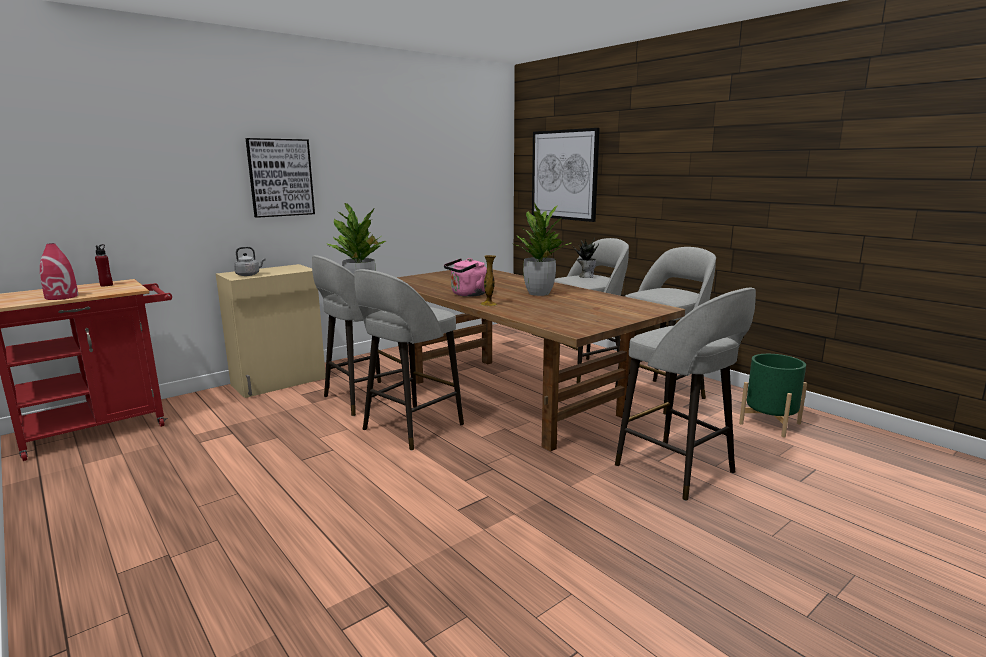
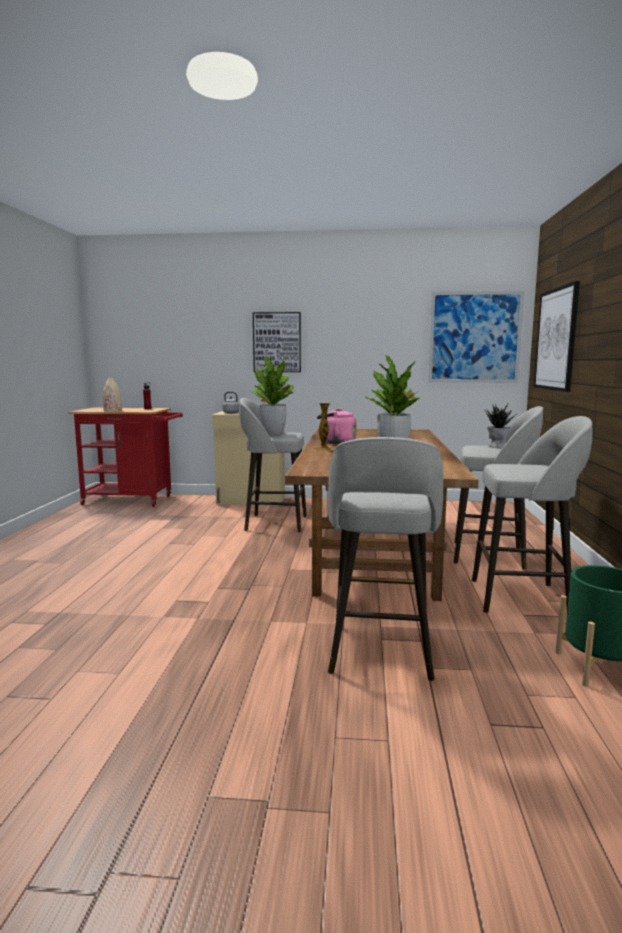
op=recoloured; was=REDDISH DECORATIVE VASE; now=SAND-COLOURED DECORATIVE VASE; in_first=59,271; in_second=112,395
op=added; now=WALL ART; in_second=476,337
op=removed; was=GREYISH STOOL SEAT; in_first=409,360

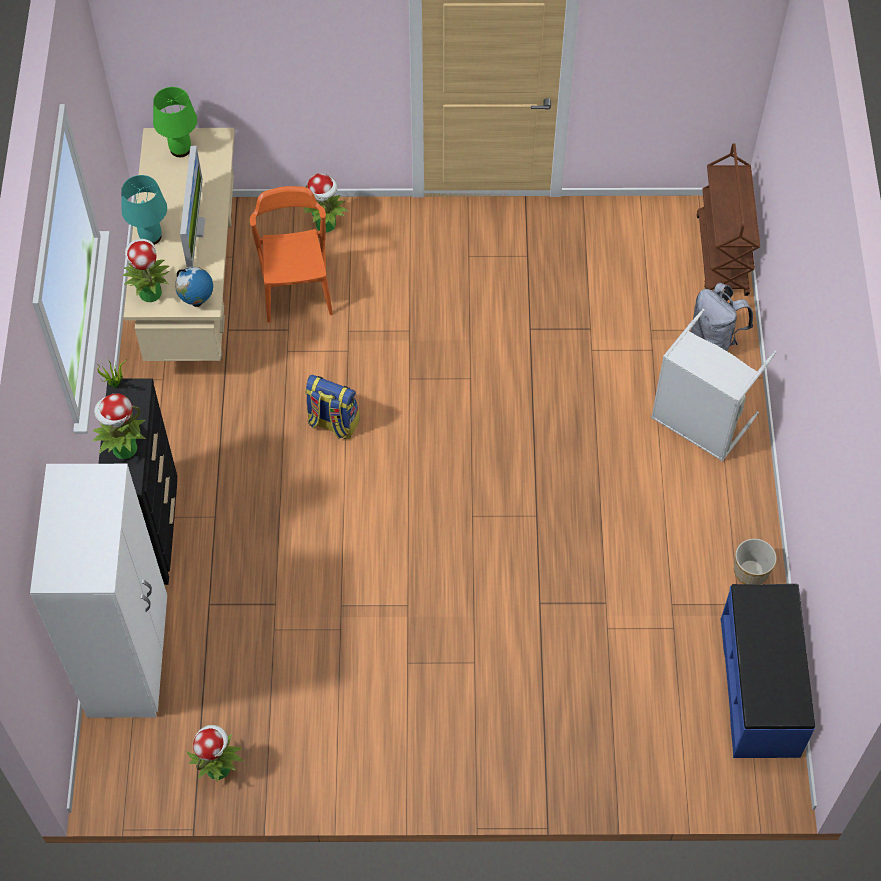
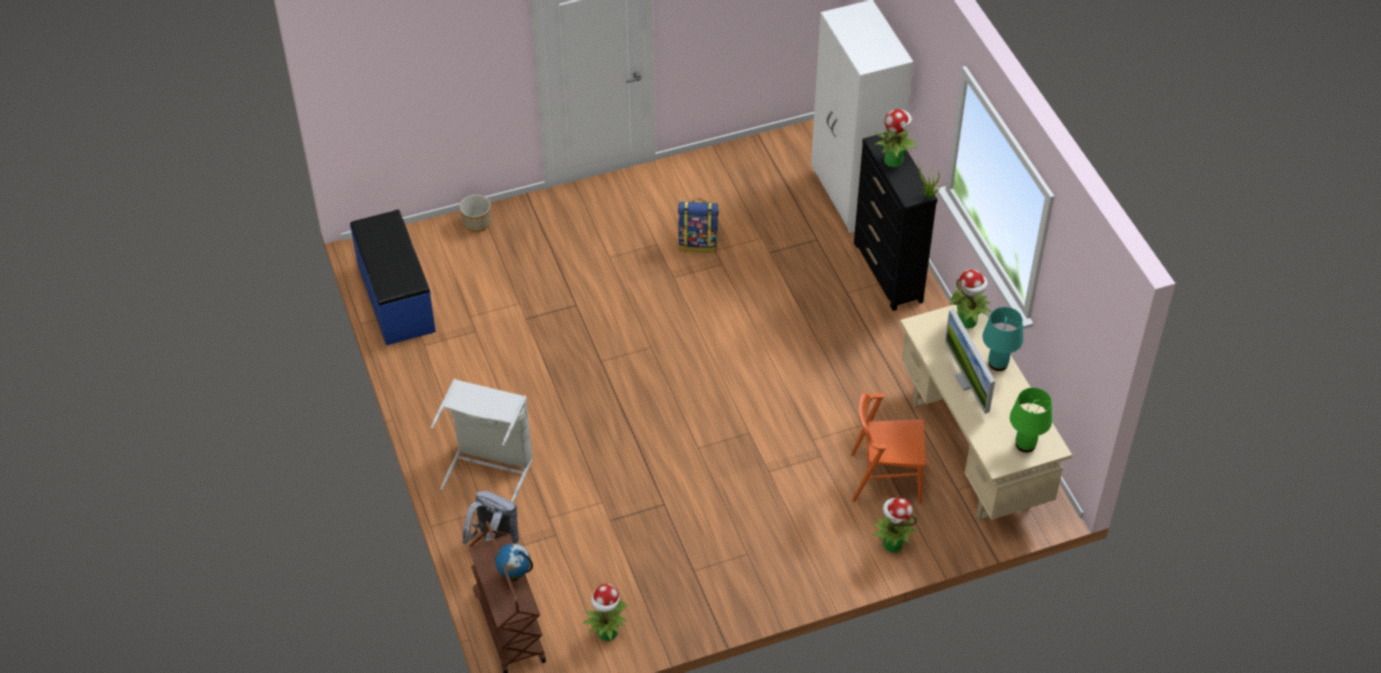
op=moved; was=FLOWER POT; in_first=755,561; in_second=475,213
op=moved; was=WORLD GLOBE; in_first=194,287; in_second=514,562
op=moved; was=PLANT IN A POT; in_first=214,754; in_second=605,612
op=moved; was=BACKPACK; in_first=332,407; in_second=698,225
op=turned; was=ORANGE CHAIR; in_first=291,254; in_second=888,448; clockwise=120

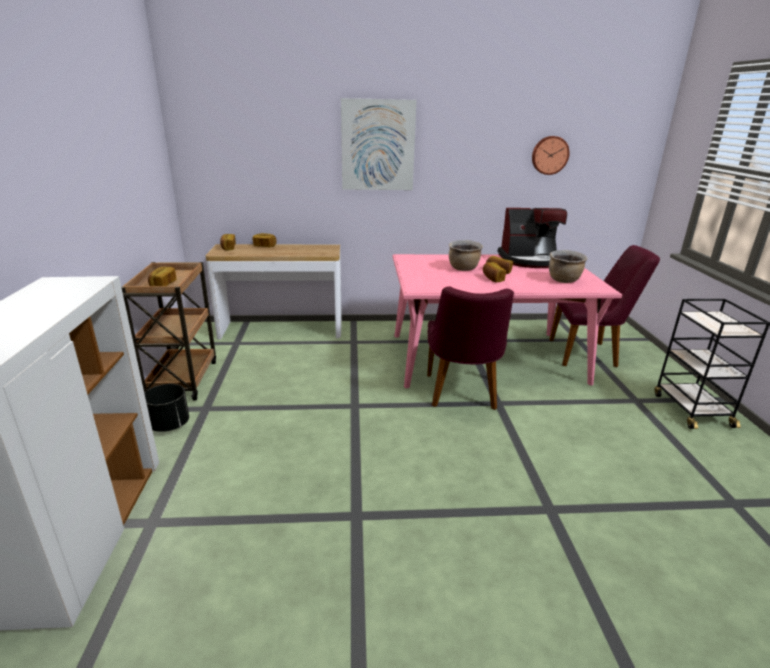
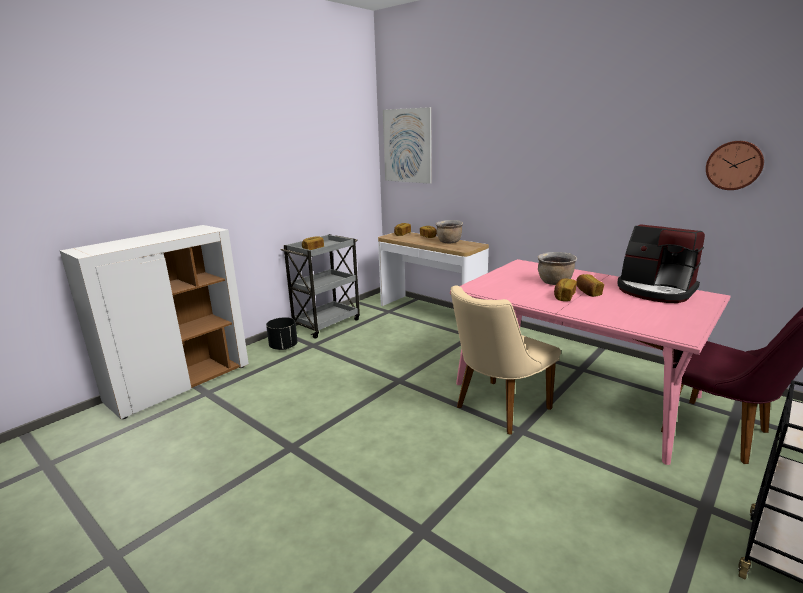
op=recoloured; was=BROWN-COLOURED TROLLEY; now=GREYISH TROLLEY; in_first=168,331; in_second=320,286
op=moved; was=WALL ART; in_first=378,144; in_second=407,145
op=moved; was=BROWN-COLOURED SAUCEPOT; in_first=568,266; in_second=449,231
op=recoloured; was=PURPLE CHAIR; now=SAND-COLOURED CHAIR; in_first=470,348; in_second=506,360

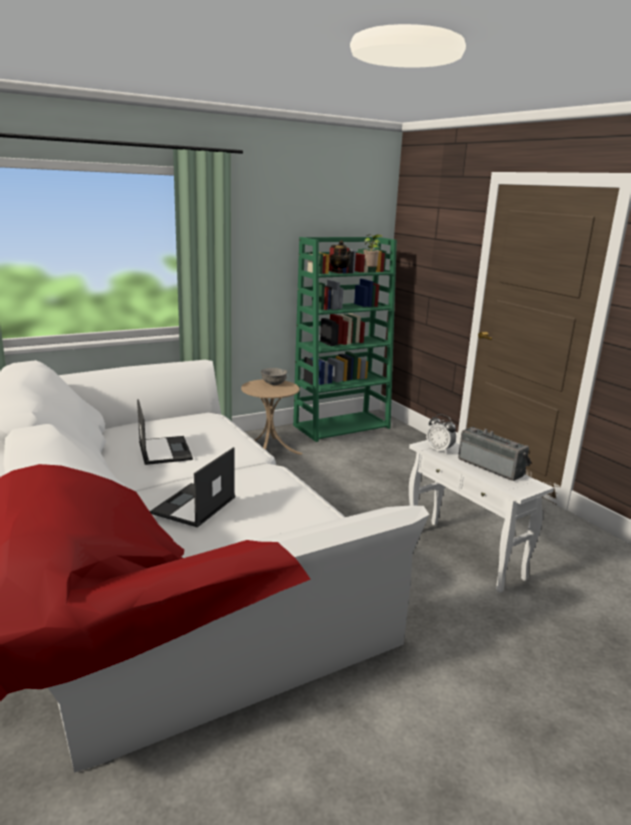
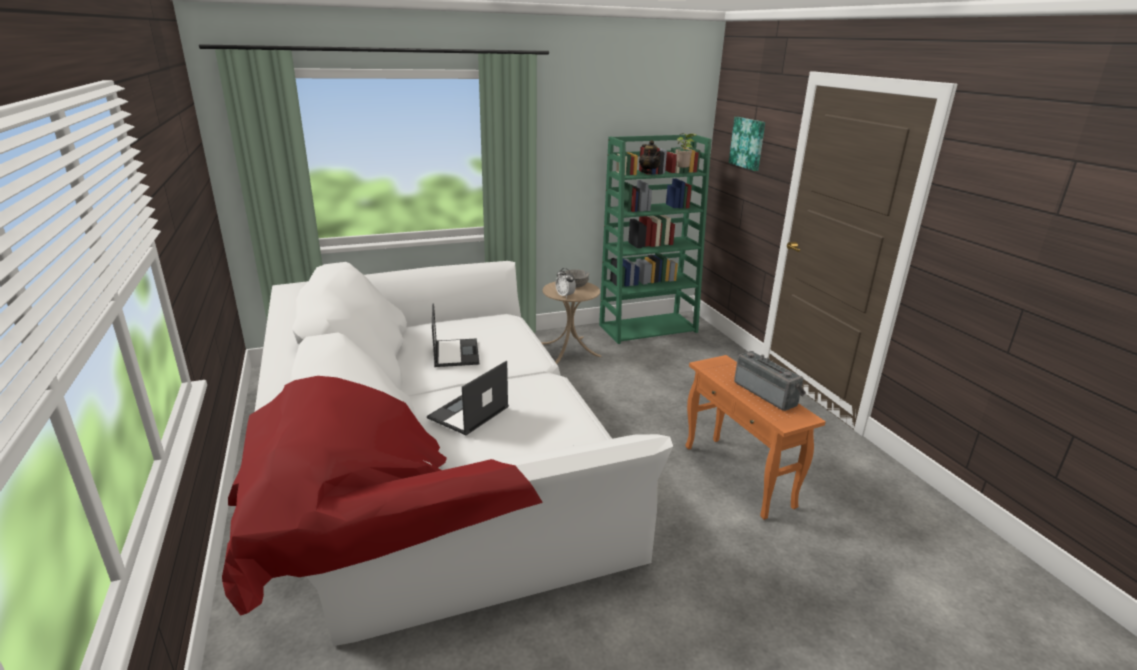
op=moved; was=ALARM CLOCK; in_first=441,434; in_second=565,283
op=recoloured; was=WHITE ACCENT TABLE; now=ORANGE ACCENT TABLE; in_first=481,516; in_second=755,437
op=added; now=WALL ART; in_second=747,144

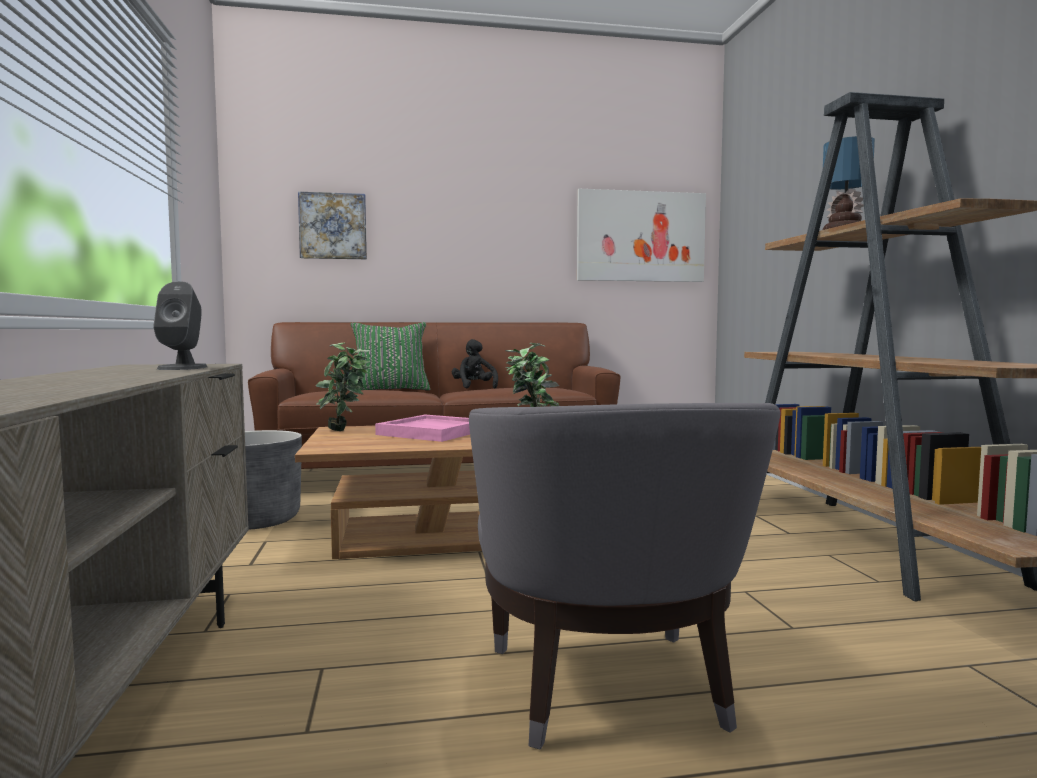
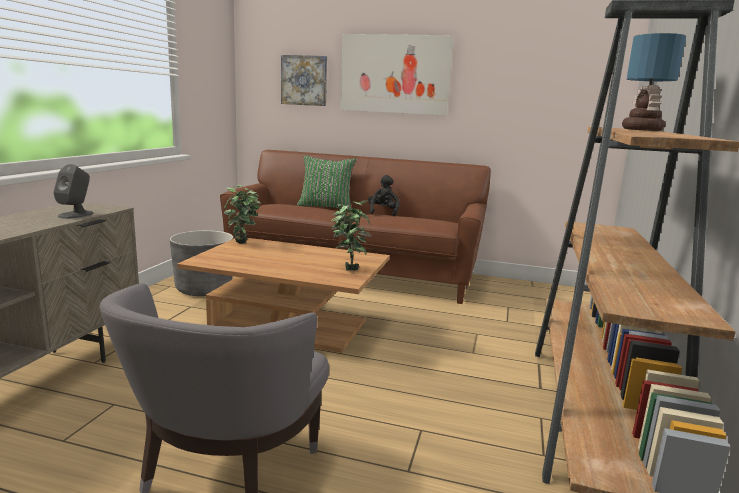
op=moved; was=WALL ART; in_first=641,235; in_second=397,74
op=removed; was=PINK-COLOURED CARRYING TRAY; in_first=422,428

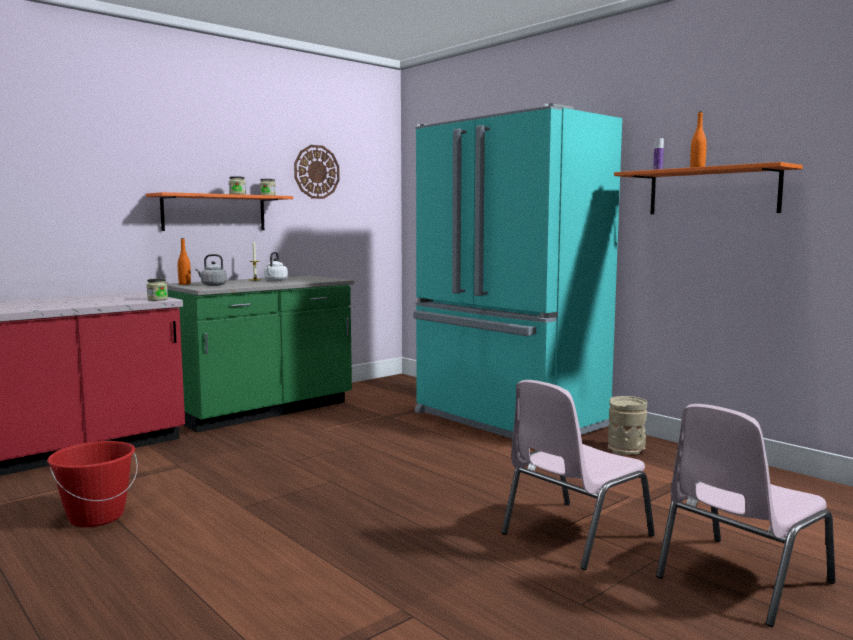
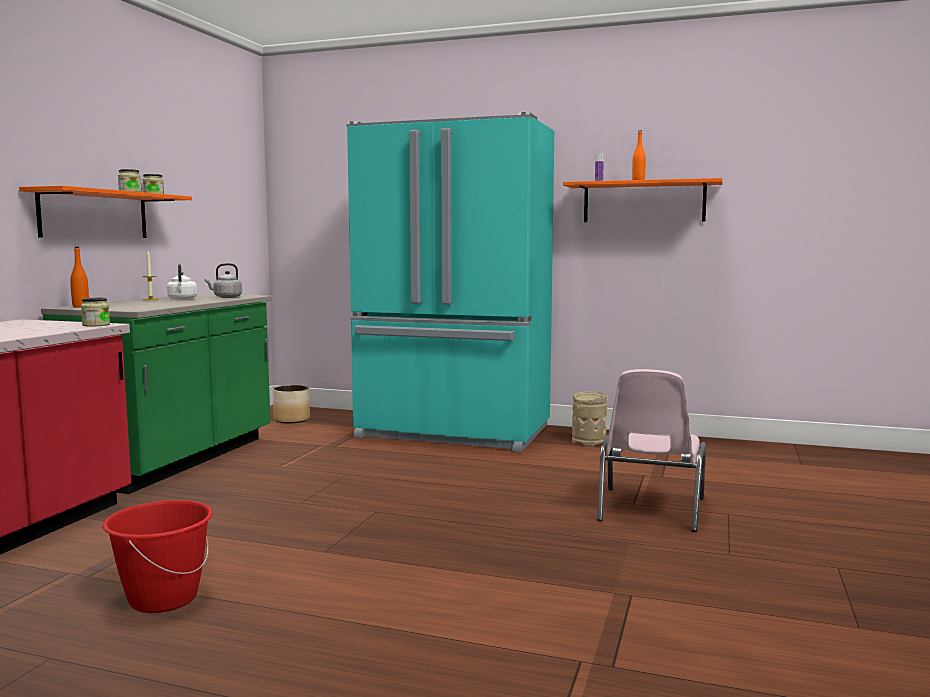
op=moved; was=GREYISH TEA KETTLE; in_first=211,270; in_second=223,280
op=added; now=FLOWER POT; in_second=291,404
op=removed; was=HANGING CLOCK; in_first=317,172
op=removed; was=PINK-COLOURED CHAIR; in_first=745,515

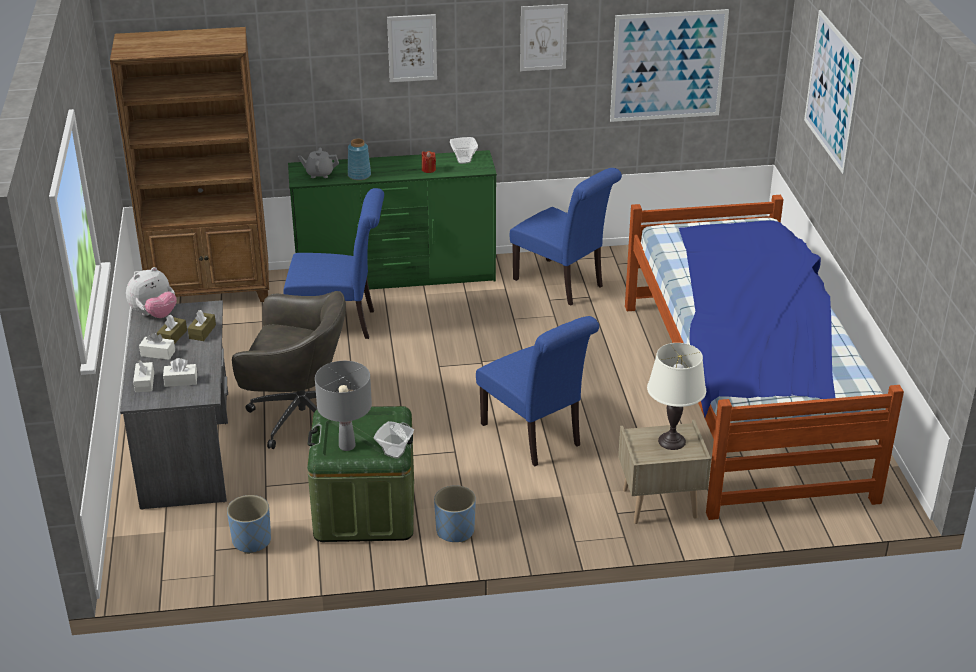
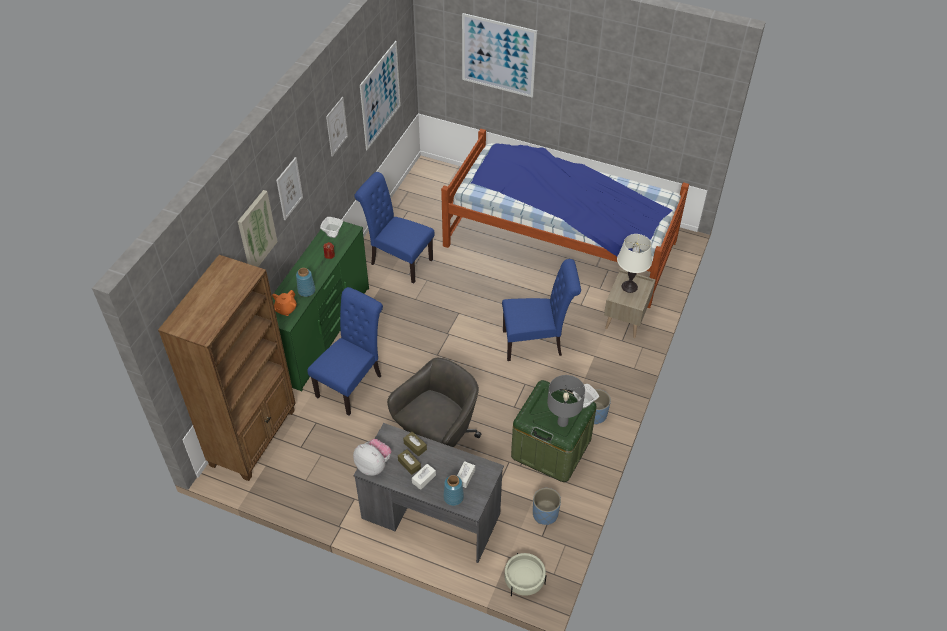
op=added; now=WALL ART; in_second=258,228
op=recoloured; was=GREYISH TEA POT; now=ORANGE TEA POT; in_first=318,163; in_second=284,303
op=turned; was=CUDDLY TOY; in_first=151,292; in_second=372,457; clockwise=-45
op=turned; was=BLUE CHAIR; in_first=566,237; in_second=394,227; clockwise=-135
op=replaced; was=WHITE TISSUE BOX; now=BLUE DECORATIVE VASE; in_first=143,376; in_second=453,490
op=added; now=SAND-COLOURED FLOWER POT; in_second=526,574

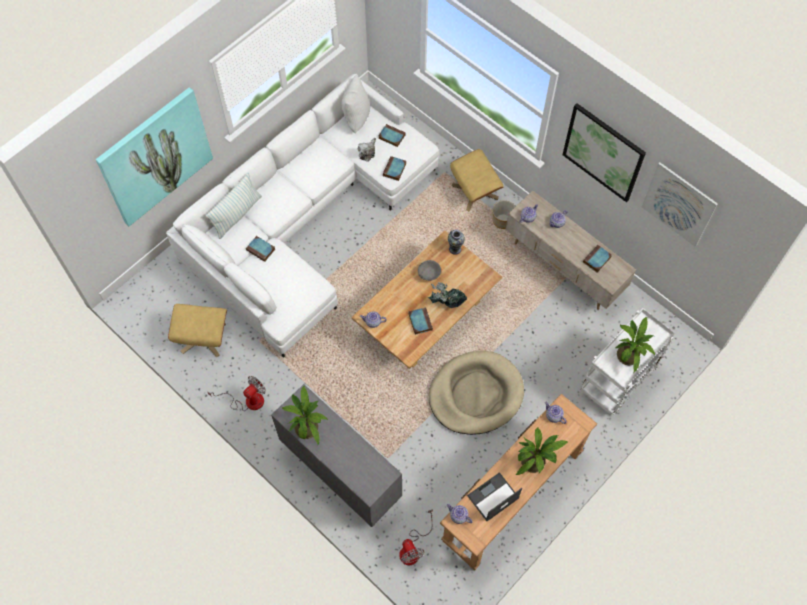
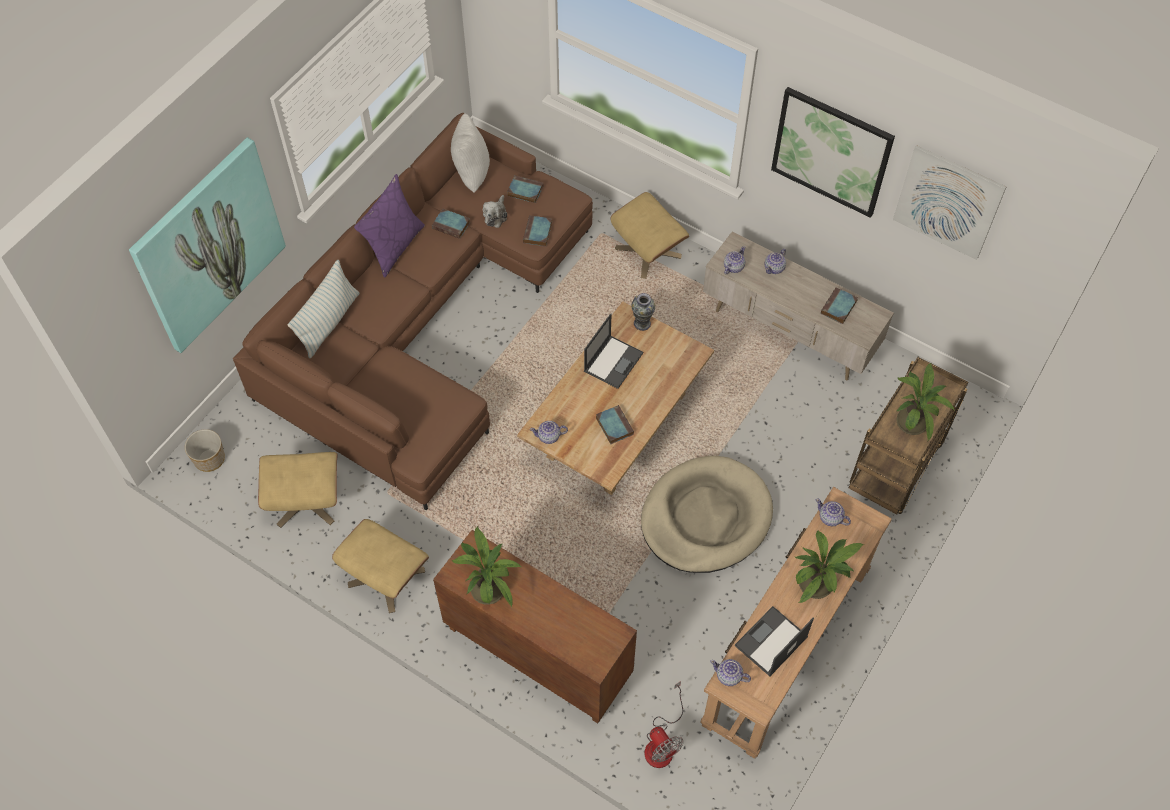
op=moved; was=FLOWER POT; in_first=503,214; in_second=205,450
op=recoloured; was=WHITE SOFA; now=BROWN-COLOURED SOFA; in_first=302,215; in_second=413,311
op=replaced; was=FAN; now=SAND-COLOURED POUFFE; in_first=237,393; in_second=380,566
op=added; now=PURPLE CUSHION; in_second=389,226
op=moved; was=BOOK; in_first=260,249; in_second=451,224
op=recoloured; was=GREYISH STORAGE CABINET; now=BROWN-COLOURED STORAGE CABINET; in_first=336,455; in_second=535,626
op=replaced; was=GREYISH BOWL; now=LAPTOP; in_first=429,270; in_second=613,351
op=recoloured; was=WHITE TROLLEY; now=BROWN-COLOURED TROLLEY; in_first=627,361; in_second=909,436
op=removed; was=PLANT IN A POT; in_first=447,295

